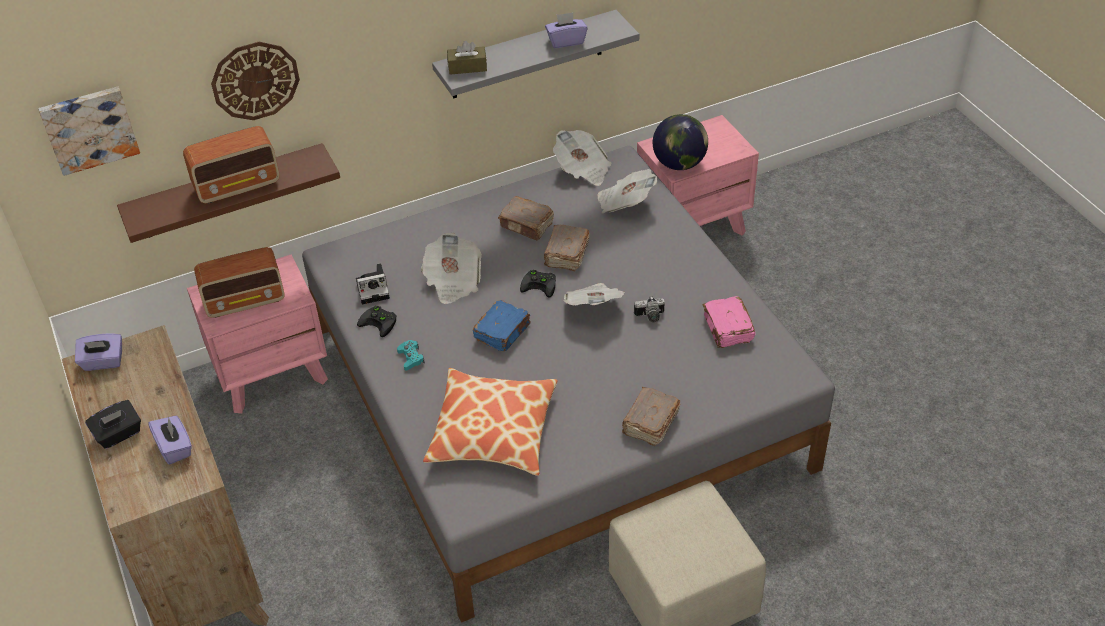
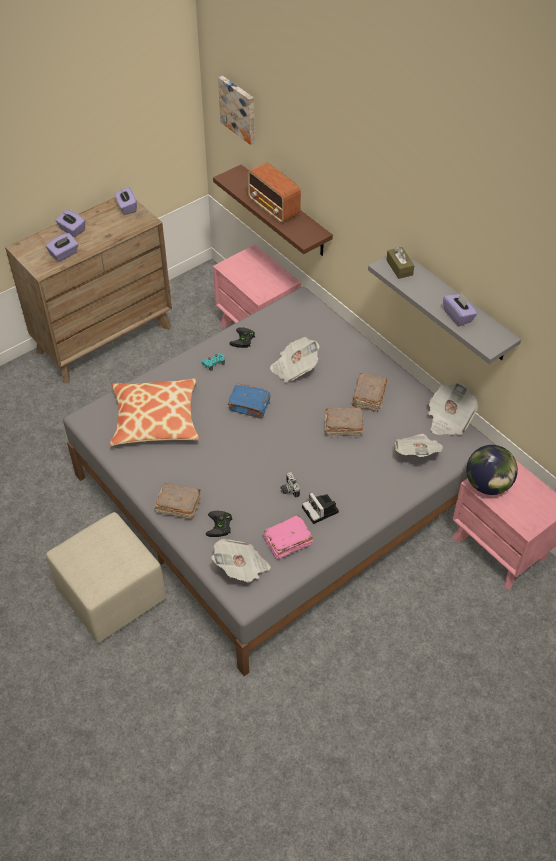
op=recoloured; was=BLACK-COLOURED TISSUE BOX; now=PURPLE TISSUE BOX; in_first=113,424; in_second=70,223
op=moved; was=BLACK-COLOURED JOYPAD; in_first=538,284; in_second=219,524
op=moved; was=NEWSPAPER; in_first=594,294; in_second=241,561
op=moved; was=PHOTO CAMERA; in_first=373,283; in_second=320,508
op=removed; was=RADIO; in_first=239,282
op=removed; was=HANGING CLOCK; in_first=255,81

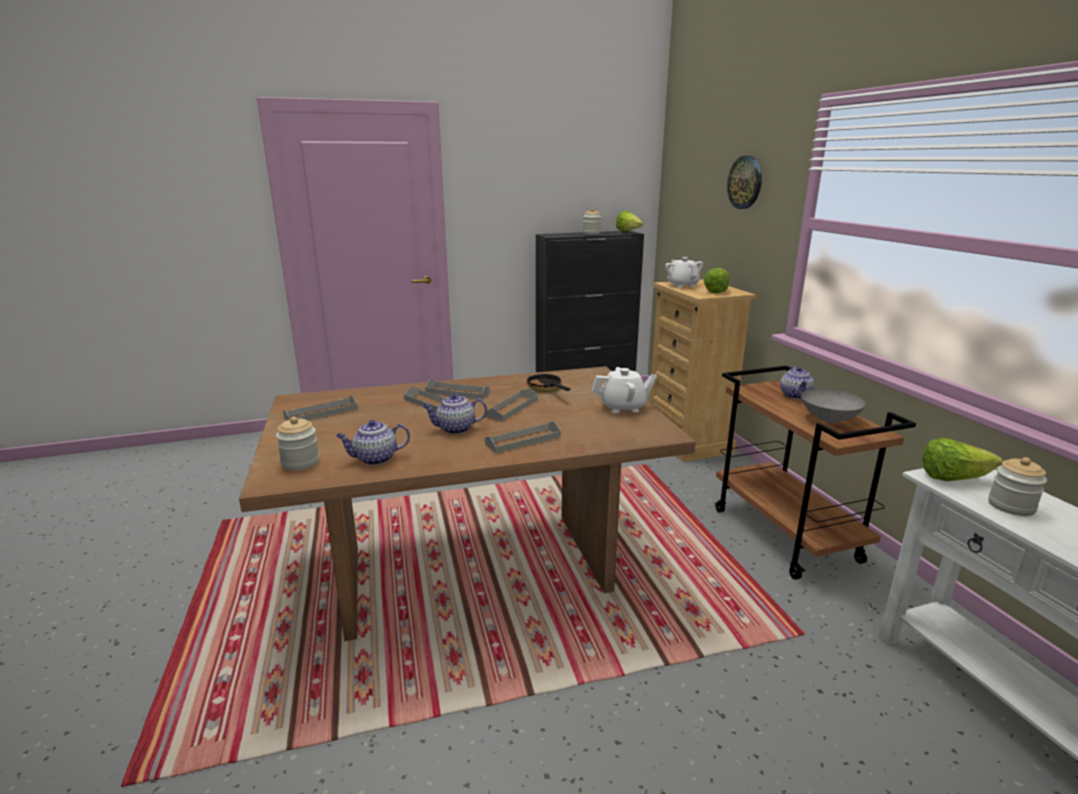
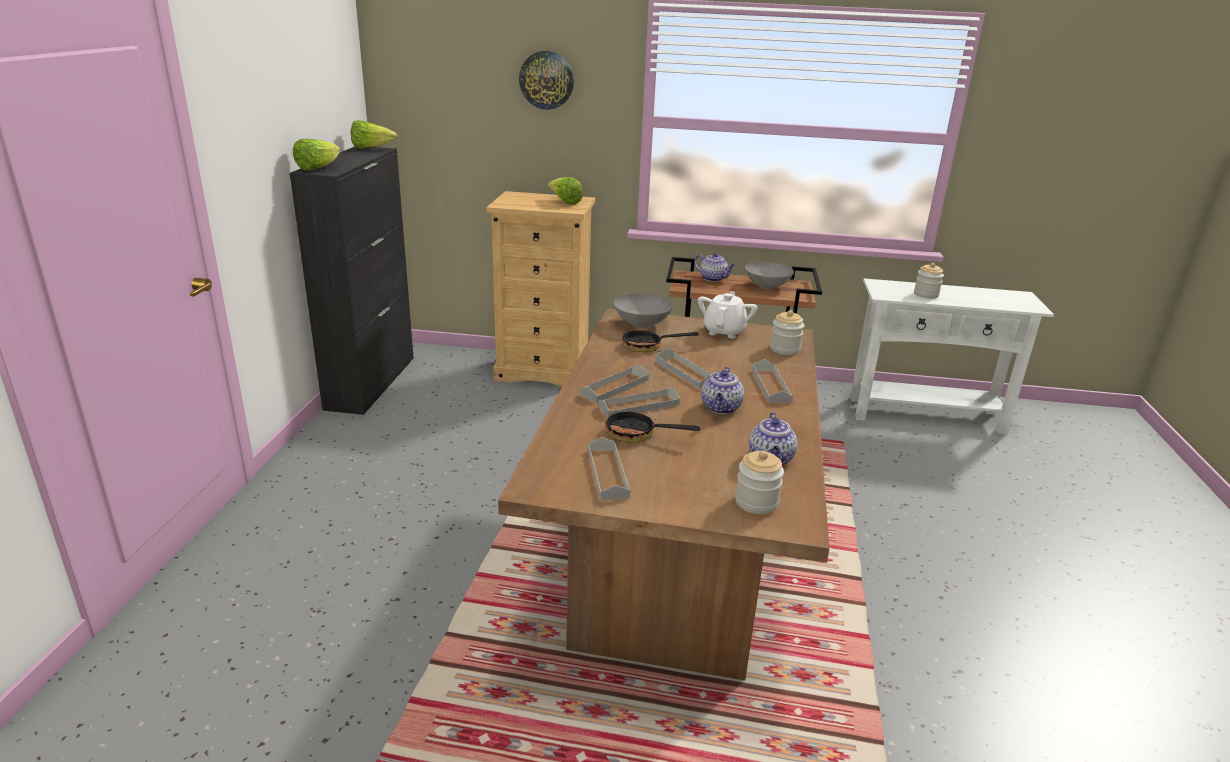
op=moved; was=LETTUCE HEAD; in_first=962,459; in_second=316,154
op=added; now=PAN; in_second=652,426
op=added; now=GREYISH BOWL; in_second=643,310
op=moved; was=PRESERVE JAR; in_first=592,221; in_second=787,332
op=removed; was=WHITE TEA POT; in_first=684,272

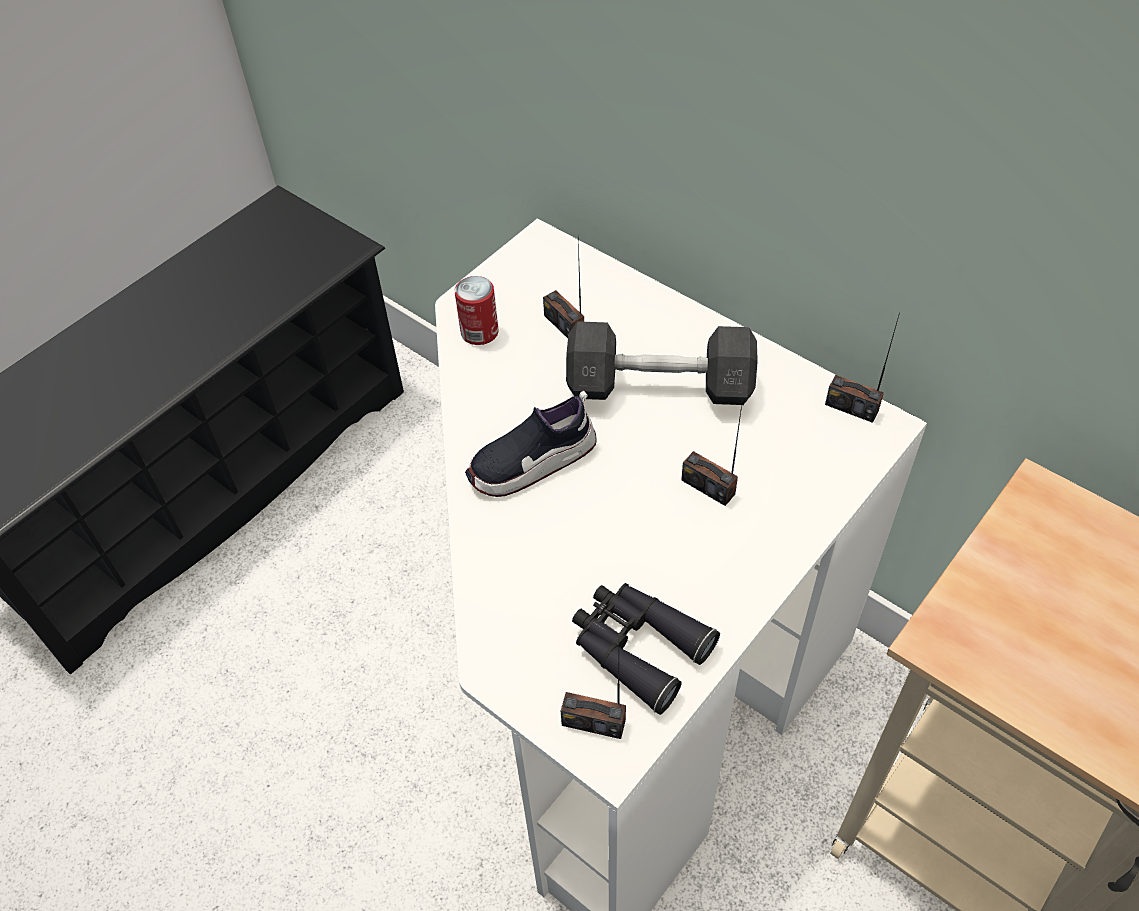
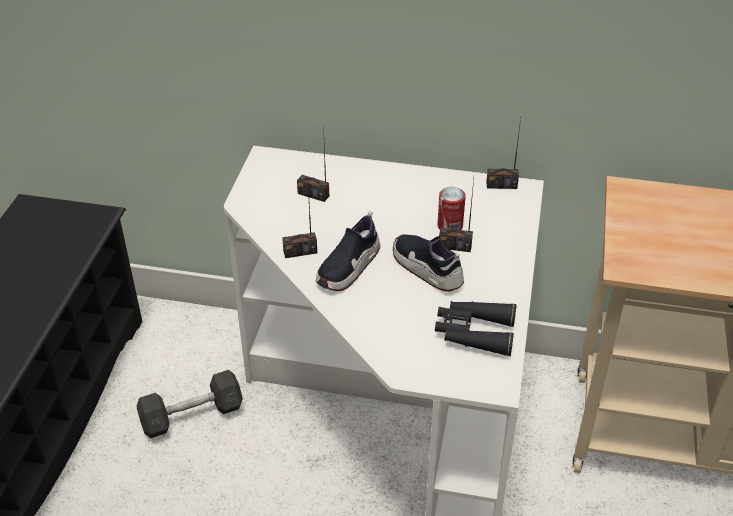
op=moved; was=GREYISH HAND WEIGHT; in_first=662,363; in_second=190,404
op=moved; was=RADIO; in_first=593,697; in_second=299,222
op=added; now=SHOE; in_second=428,263
op=moved; was=SEALED CAN; in_first=477,310; in_second=451,208

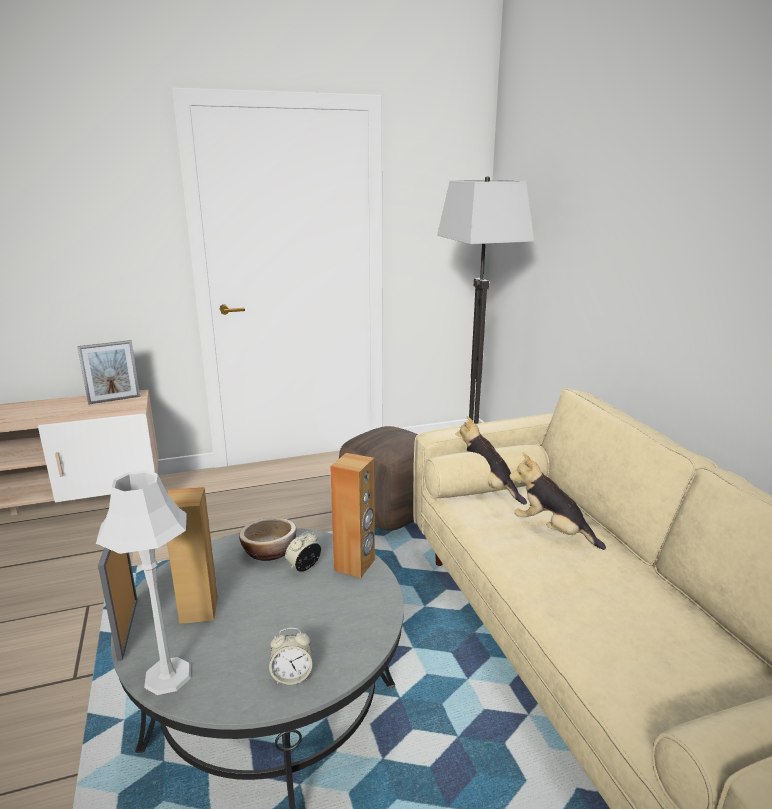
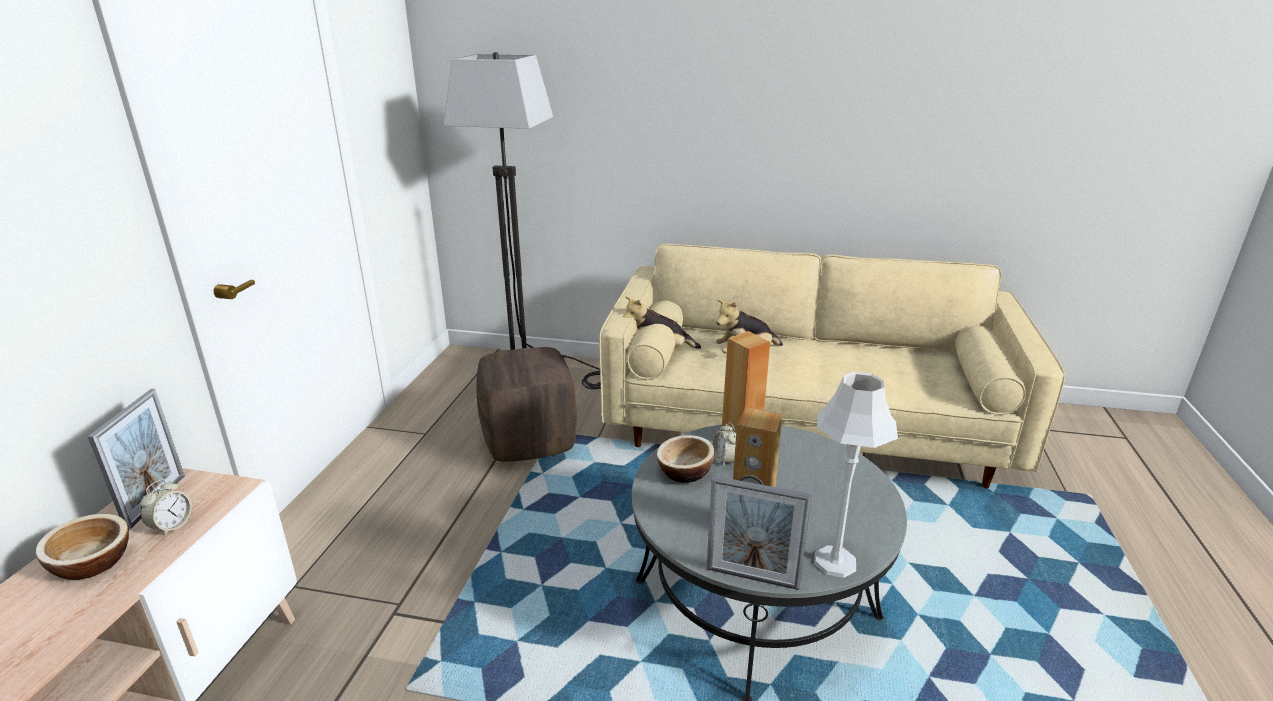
op=added; now=BOWL; in_second=82,547
op=moved; was=ALARM CLOCK; in_first=290,656; in_second=166,507

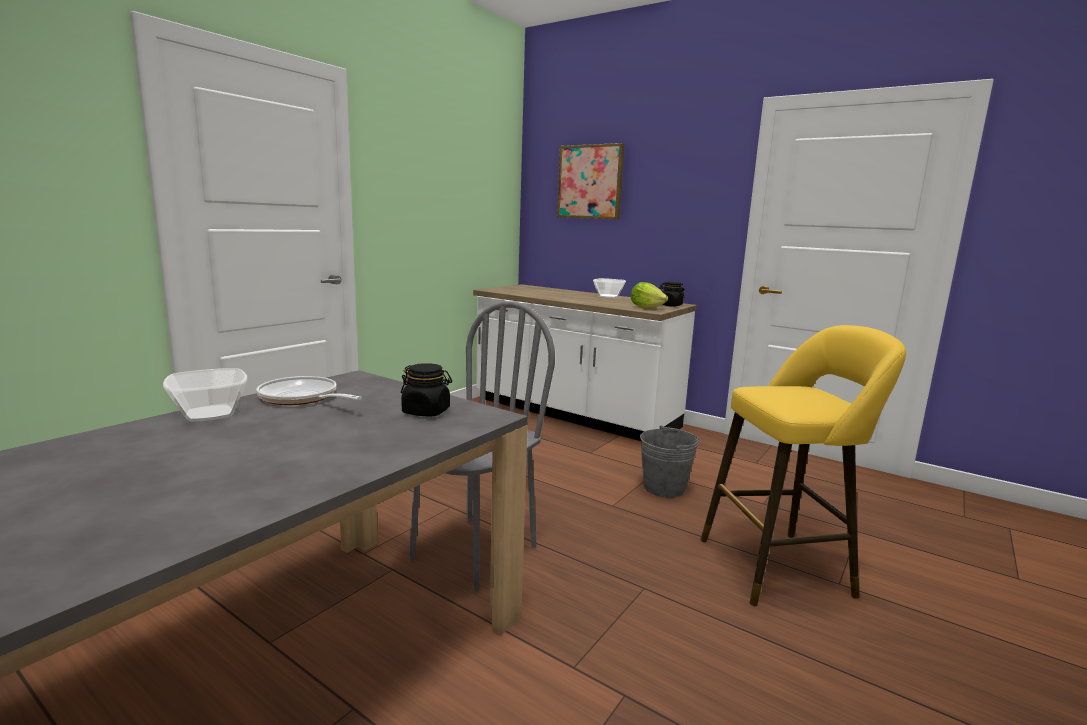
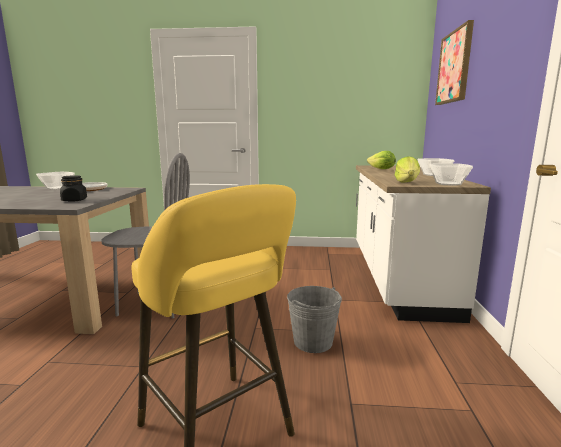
op=added; now=LETTUCE HEAD; in_second=381,160
op=replaced; was=BLACK-COLOURED PRESERVE JAR; now=BOWL; in_first=671,294; in_second=451,174

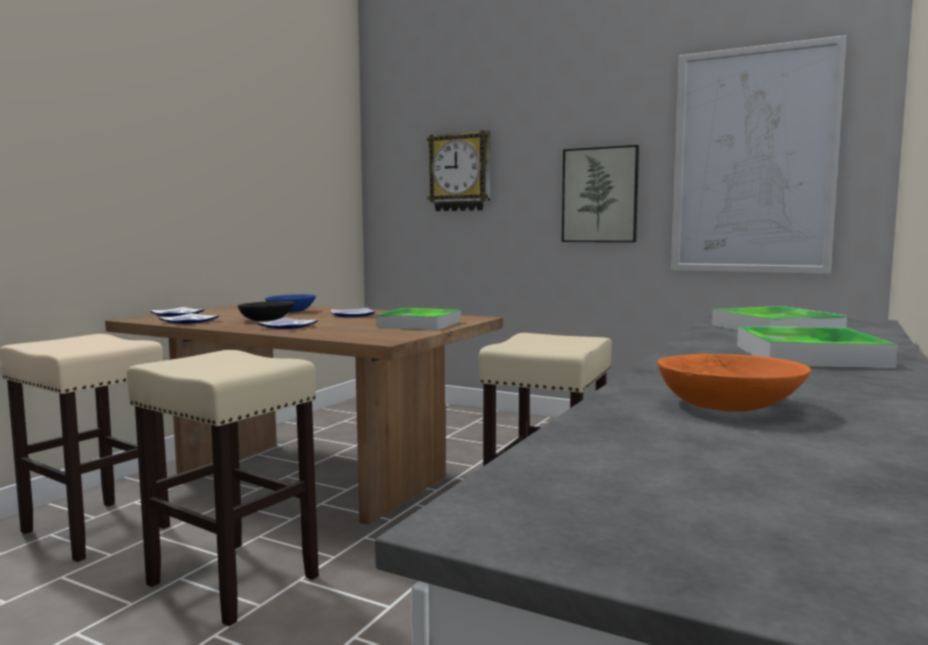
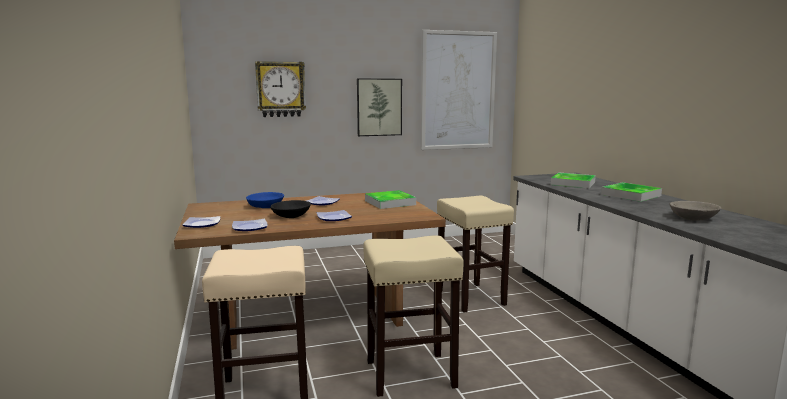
op=recoloured; was=ORANGE BOWL; now=GREYISH BOWL; in_first=734,383; in_second=695,210

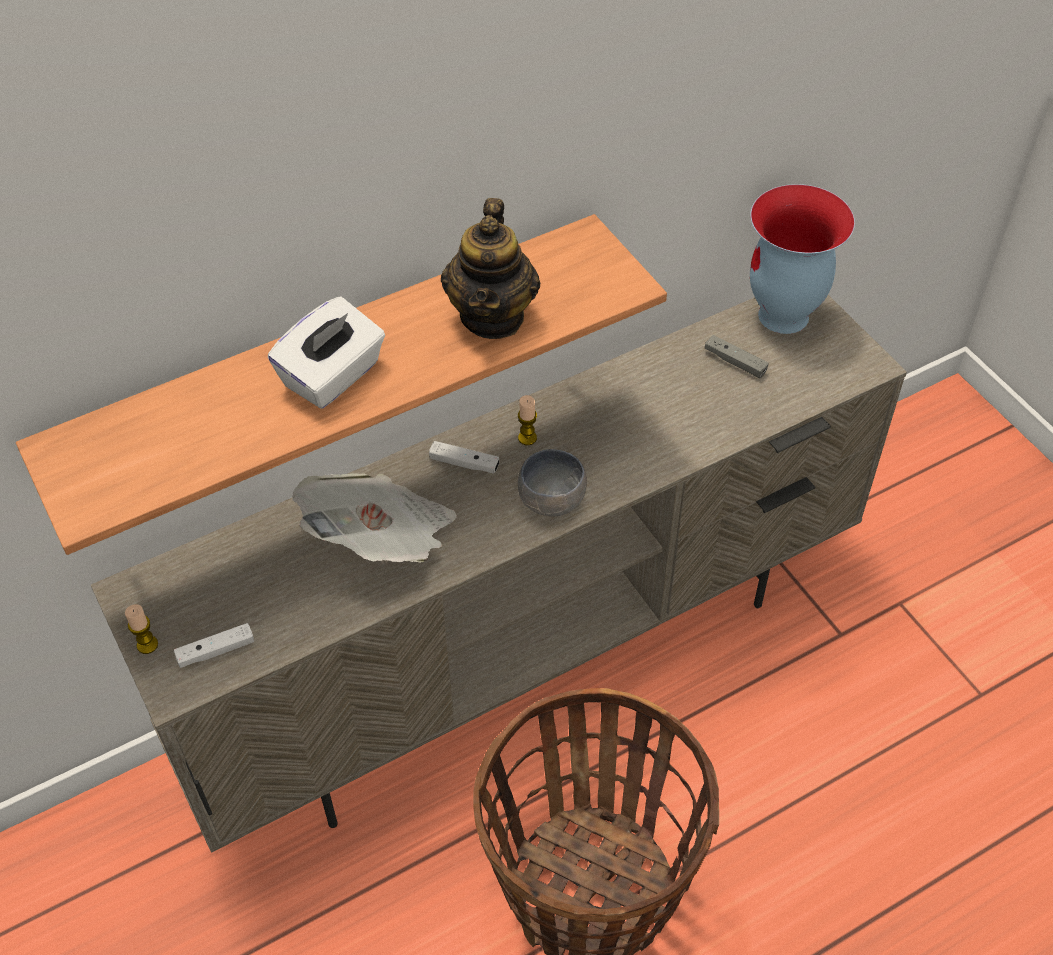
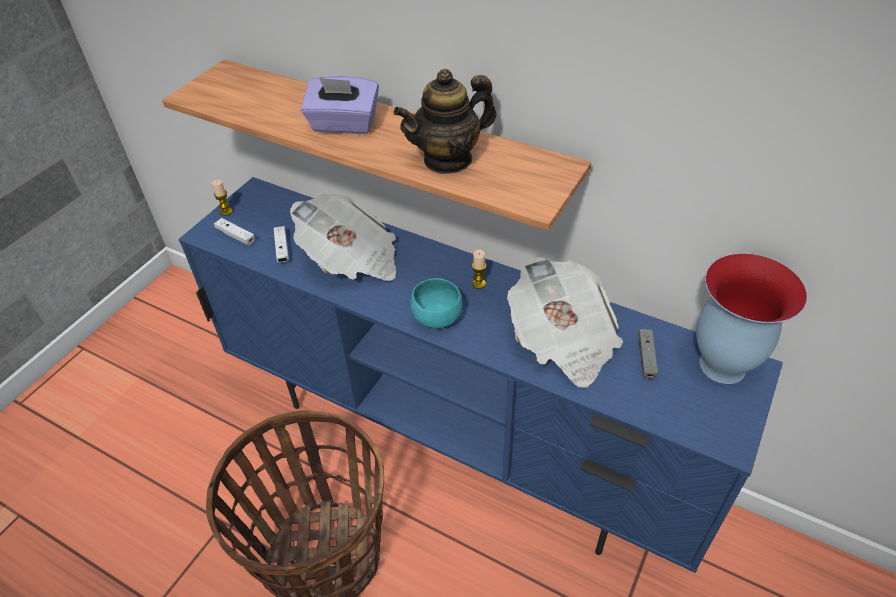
op=recoloured; was=SAND-COLOURED TV UNIT; now=BLUE TV UNIT; in_first=499,574; in_second=480,375
op=moved; was=WHITE JOYPAD; in_first=464,457; in_second=281,244
op=recoloured; was=WHITE TISSUE BOX; now=PURPLE TISSUE BOX; in_first=326,352; in_second=340,105
op=recoloured; was=GREYISH BOWL; now=TURQUOISE BOWL; in_first=552,483; in_second=436,303
op=added; now=NEWSPAPER; in_second=565,322

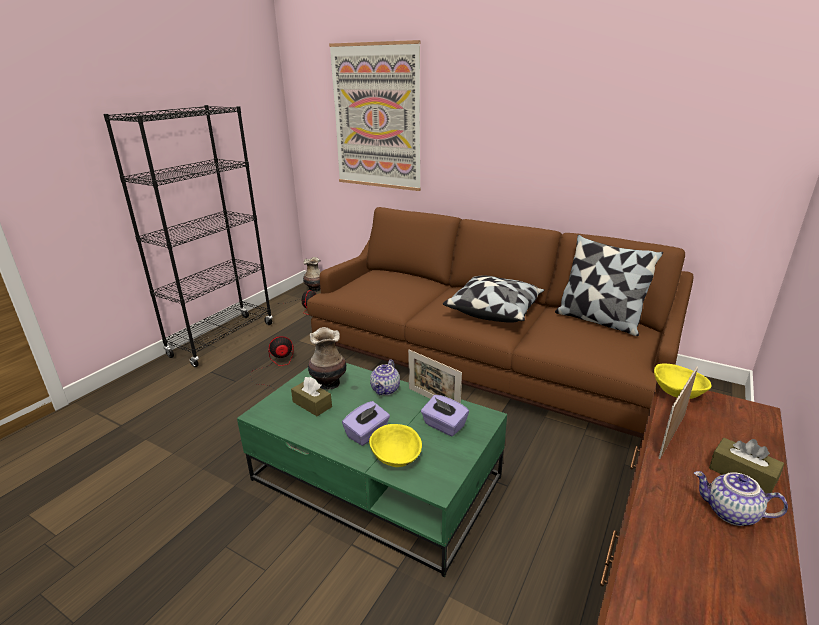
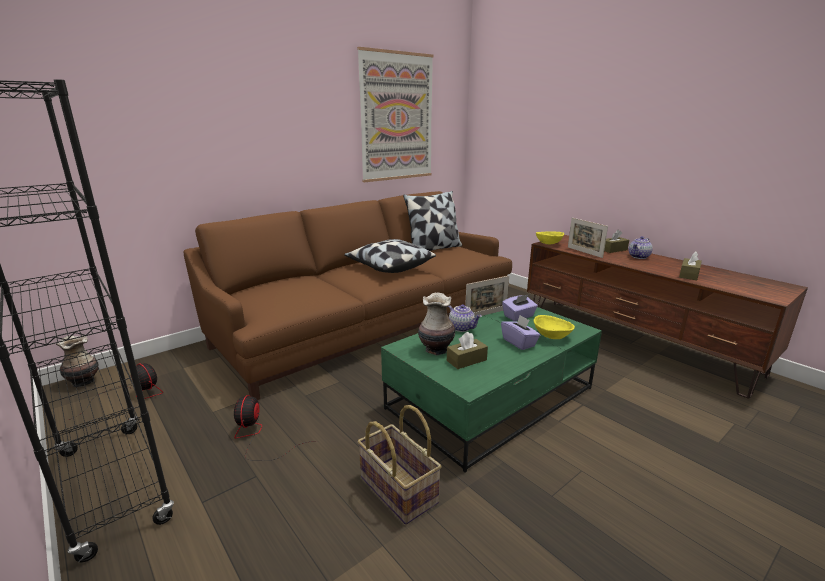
op=moved; was=WALL ART; in_first=375,115; in_second=395,114
op=added; now=HOUSEHOLD BASKET; in_second=399,465
op=added; now=BROWN-COLOURED TISSUE BOX; in_second=690,265

